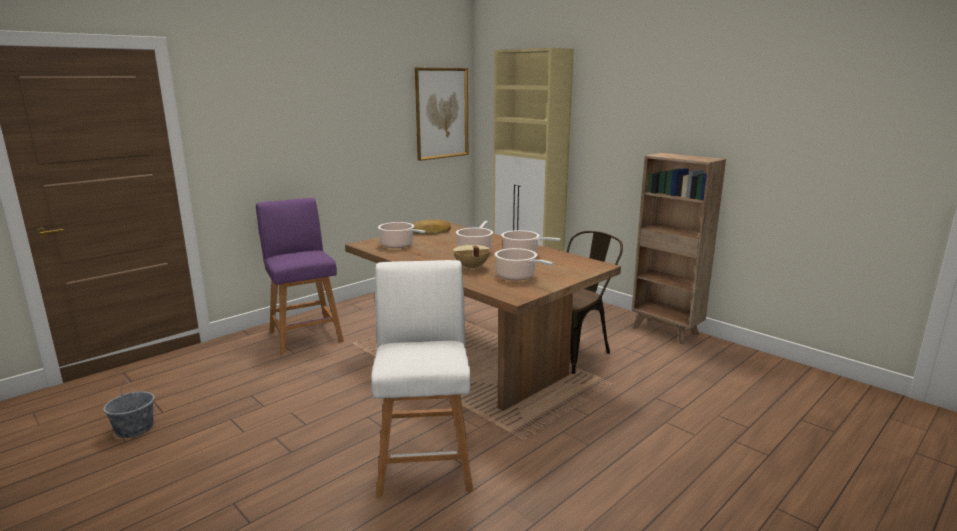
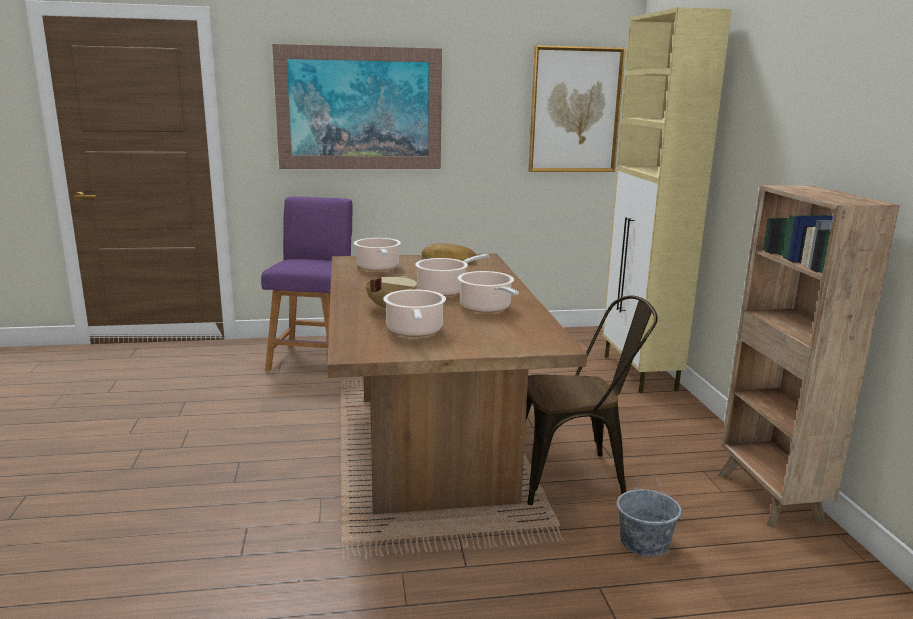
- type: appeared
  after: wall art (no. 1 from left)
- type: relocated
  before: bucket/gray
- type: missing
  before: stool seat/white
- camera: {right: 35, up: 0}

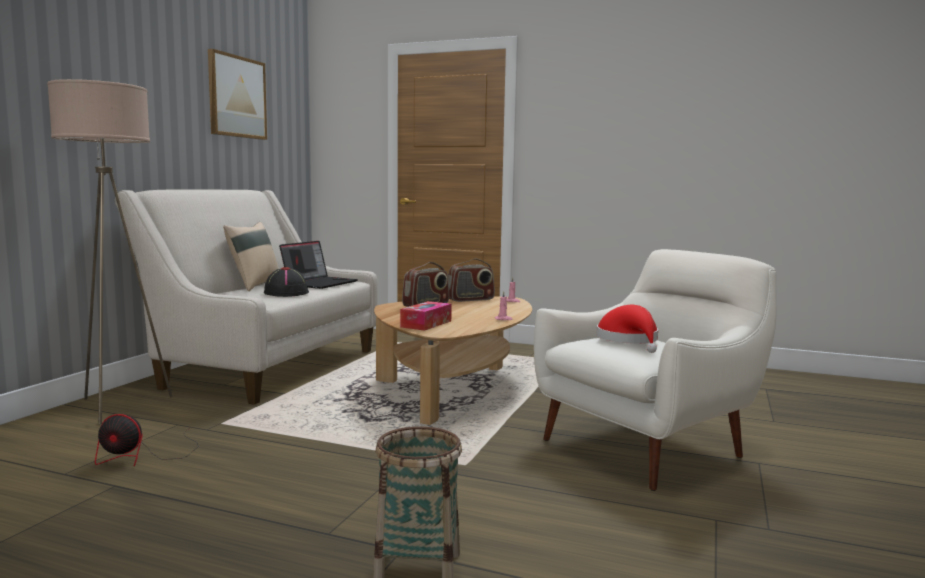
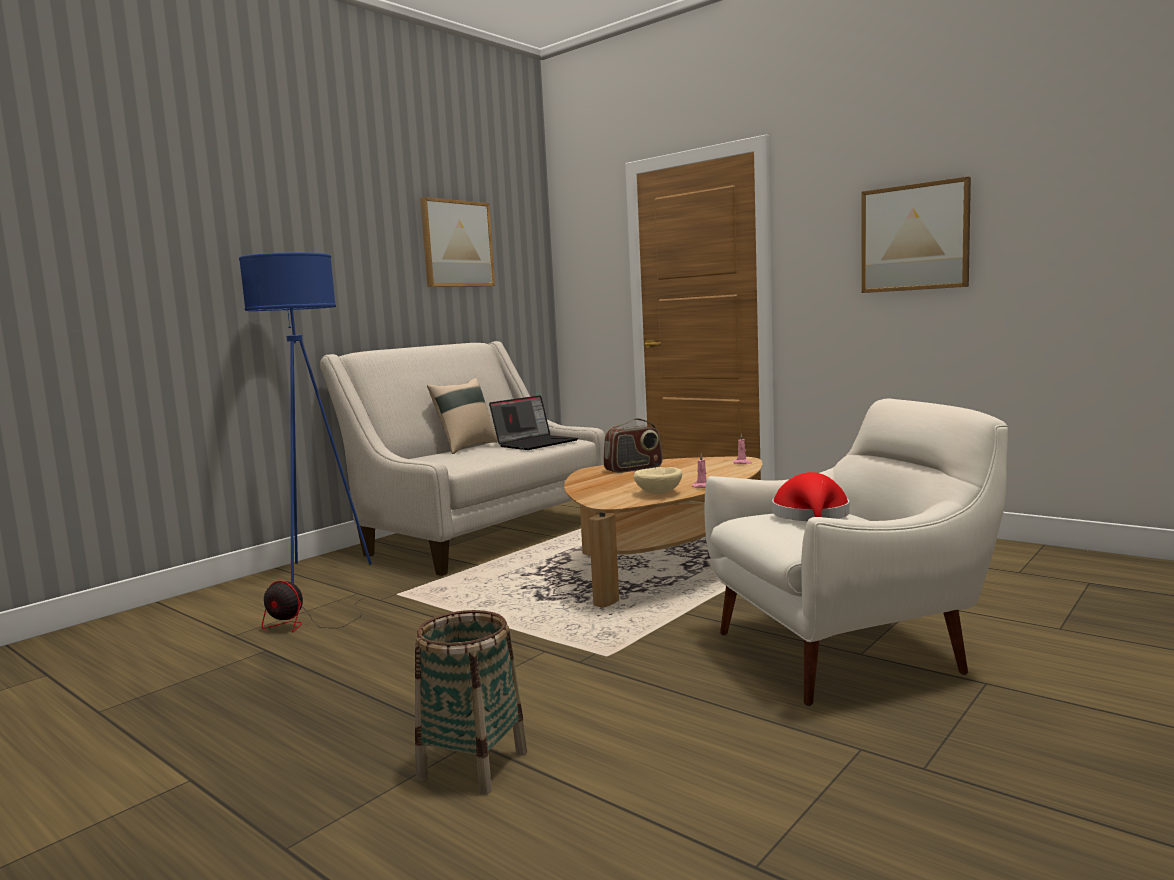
- type: colour
  before: floor lamp/beige-coloured
  after: floor lamp/blue-coloured
- type: appeared
  after: bowl/beige-coloured
- type: appeared
  after: wall art (no. 2 from left)
- type: missing
  before: wearable hat/black
- type: missing
  before: tissue box
- type: missing
  before: radio (no. 2 from left)
- camera: {right: 20, up: 0}

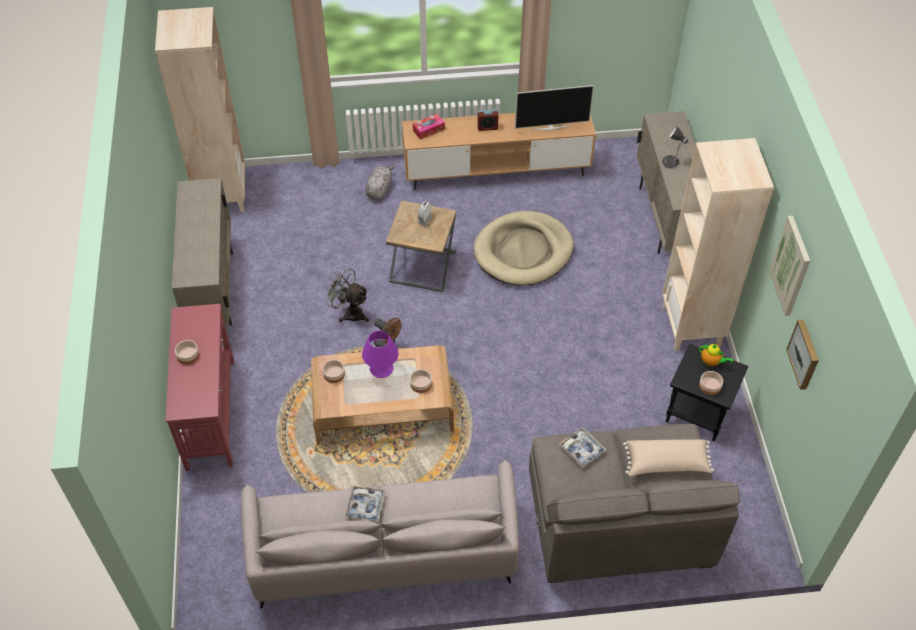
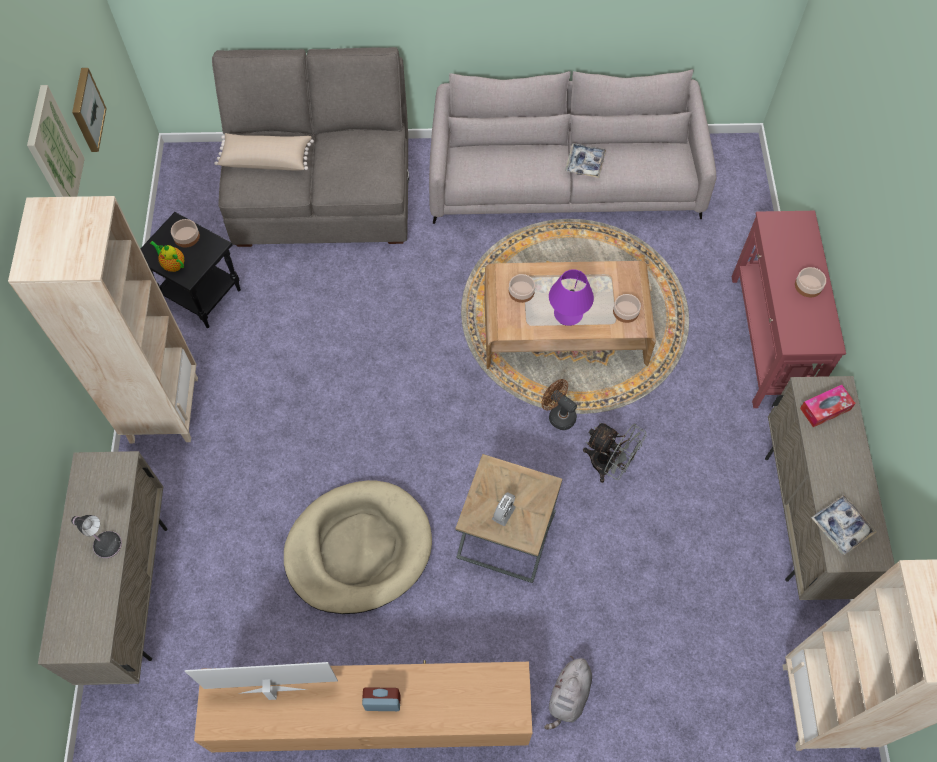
- type: relocated
  before: tissue box
- type: relocated
  before: tray (no. 2 from left)
- camera: {right: -175, up: 10}

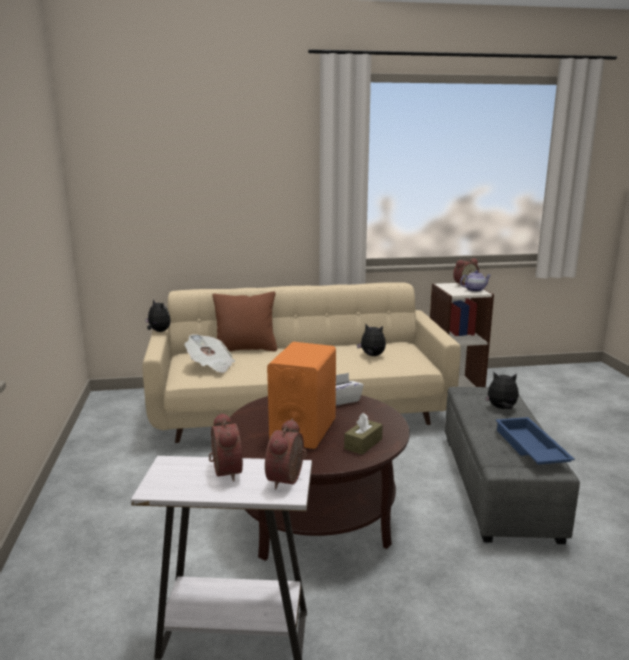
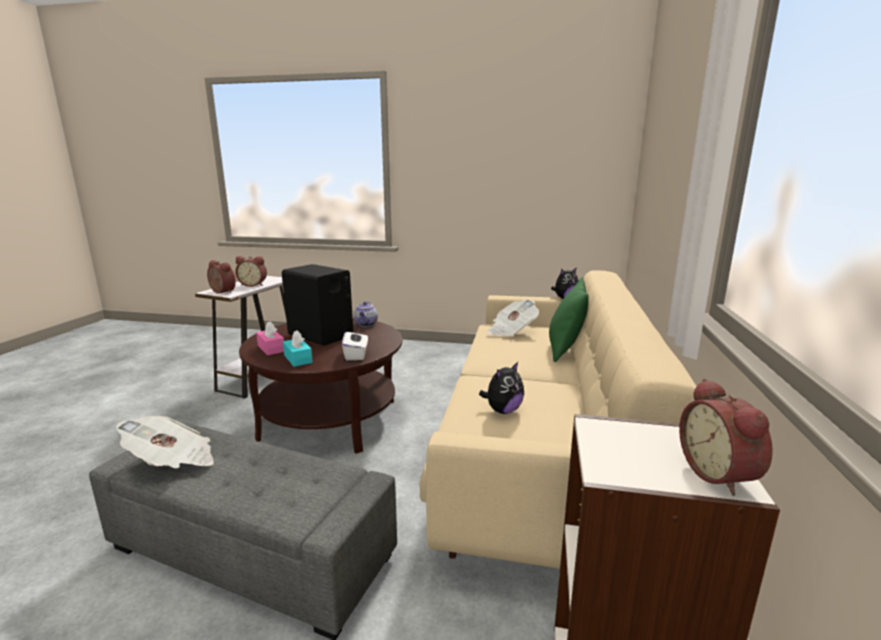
- type: exchanged
  before: tray/blue-coloured
  after: newspaper (no. 1 from left)
- type: colour
  before: tissue box/brown-coloured
  after: tissue box/pink-coloured
- type: colour
  before: speaker/orangey
  after: speaker/black
- type: appeared
  after: tissue box/turquoise-coloured
- type: relocated
  before: tea pot
- type: colour
  before: cushion/brown-coloured
  after: cushion/green
- type: missing
  before: cuddly toy (no. 3 from left)
- camera: {right: 110, up: 0}

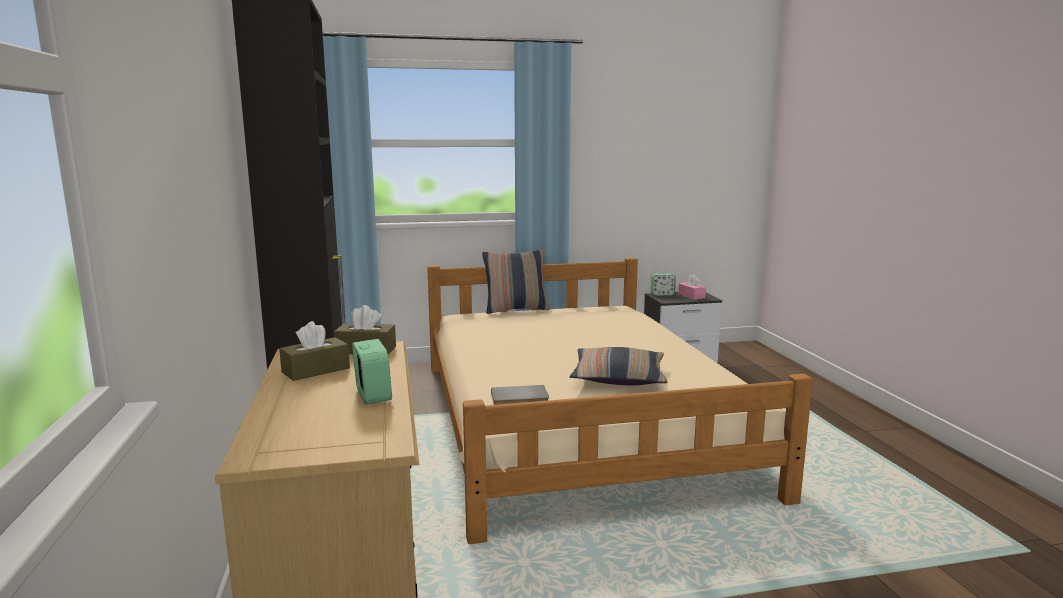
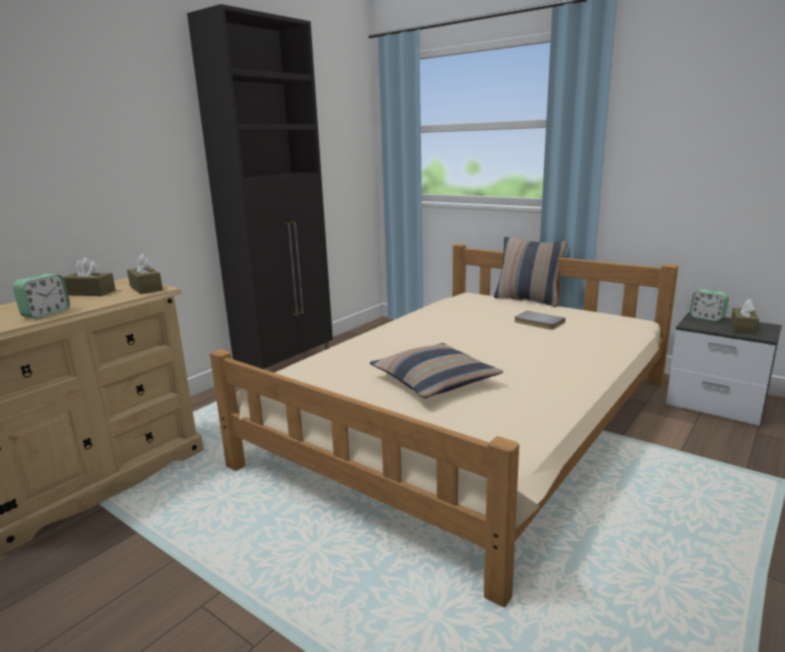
- type: relocated
  before: volume/gray
- type: colour
  before: tissue box/pink-coloured
  after: tissue box/brown-coloured (no. 3 from left)
- camera: {right: 50, up: 5}

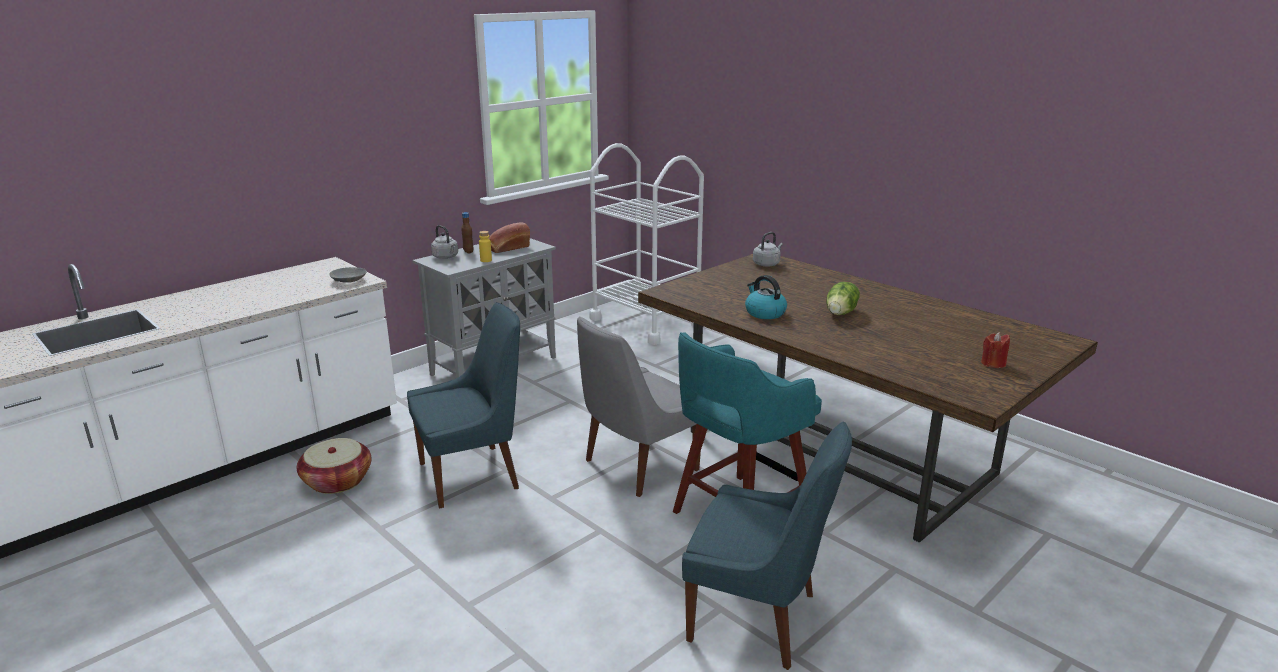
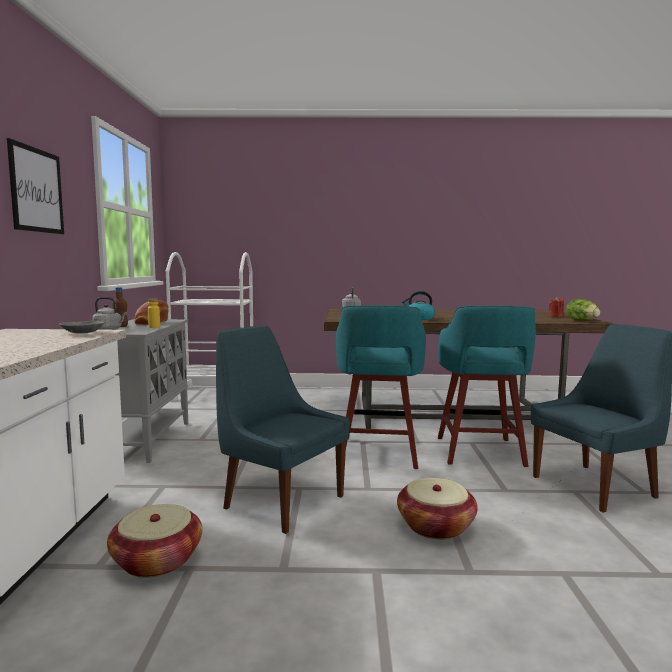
- type: appeared
  after: wall art
- type: spun
  before: chair/blue-coloured (no. 1 from left)
  turn: -75
- type: exchanged
  before: chair/gray
  after: stool seat/turquoise-coloured (no. 1 from left)
- type: appeared
  after: storage basket (no. 2 from left)
- type: relocated
  before: lettuce
- camera: {right: -45, up: -15}

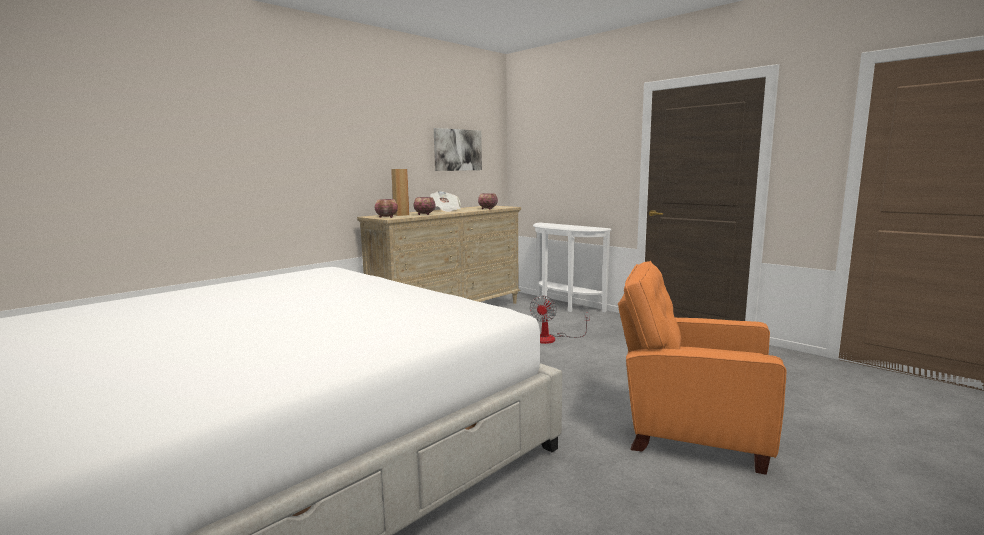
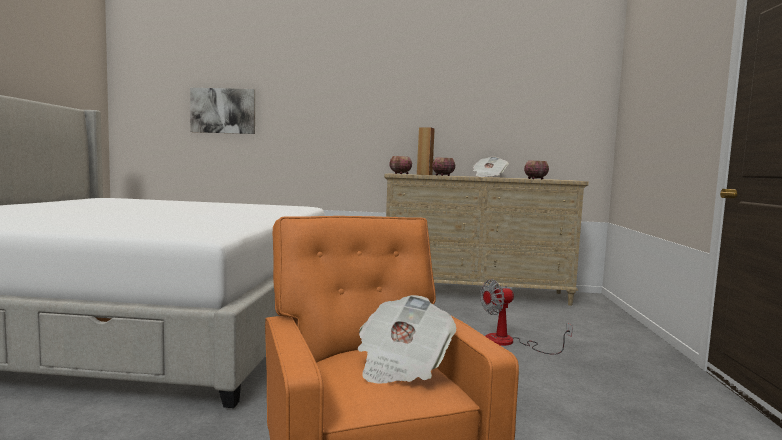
- type: relocated
  before: wall art
- type: appeared
  after: newspaper (no. 1 from left)
- type: missing
  before: narrow table/white
- camera: {right: 50, up: -5}

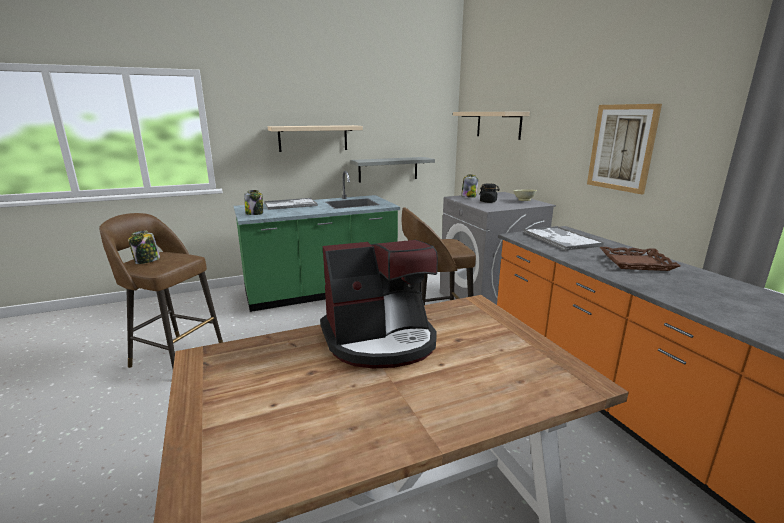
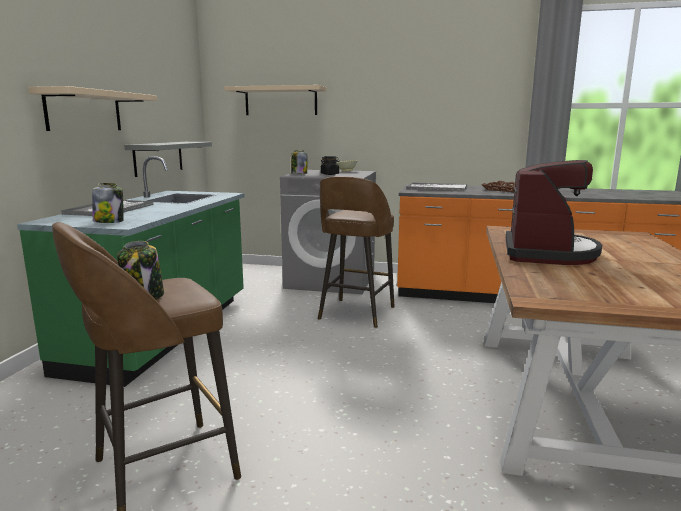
- type: missing
  before: wall art
- camera: {right: -55, up: -5}

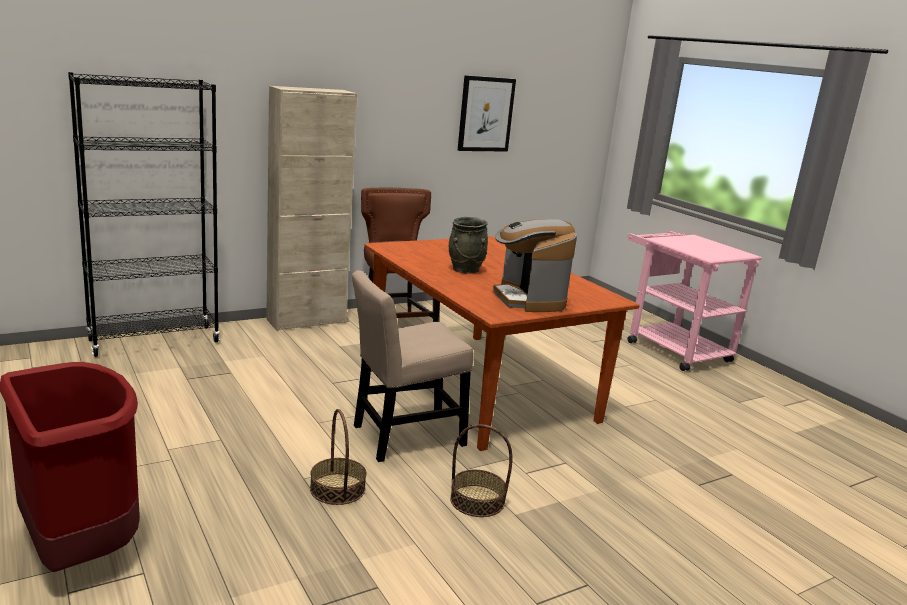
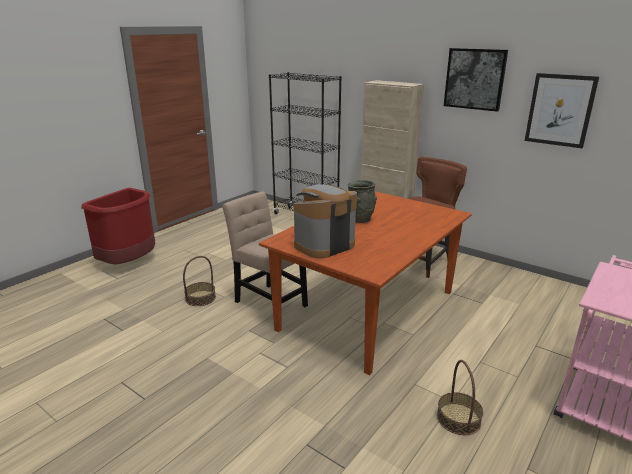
- type: relocated
  before: storage basket (no. 2 from left)
- type: appeared
  after: wall art (no. 1 from left)
- camera: {right: 70, up: 5}

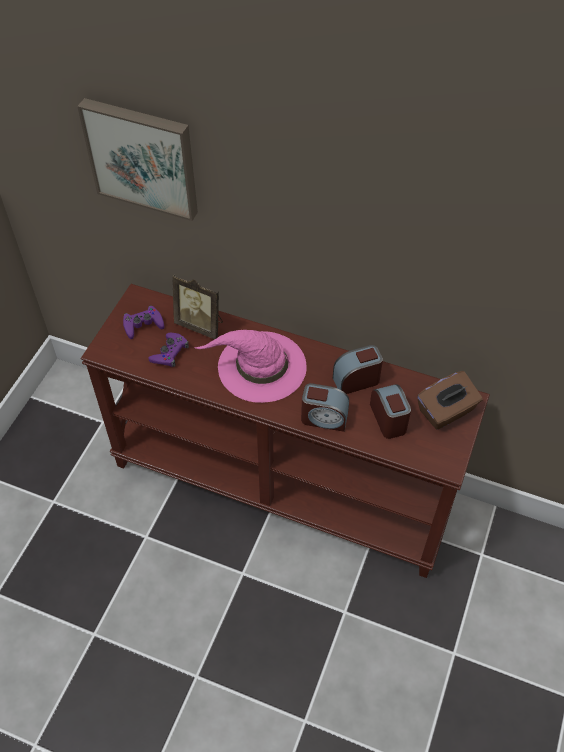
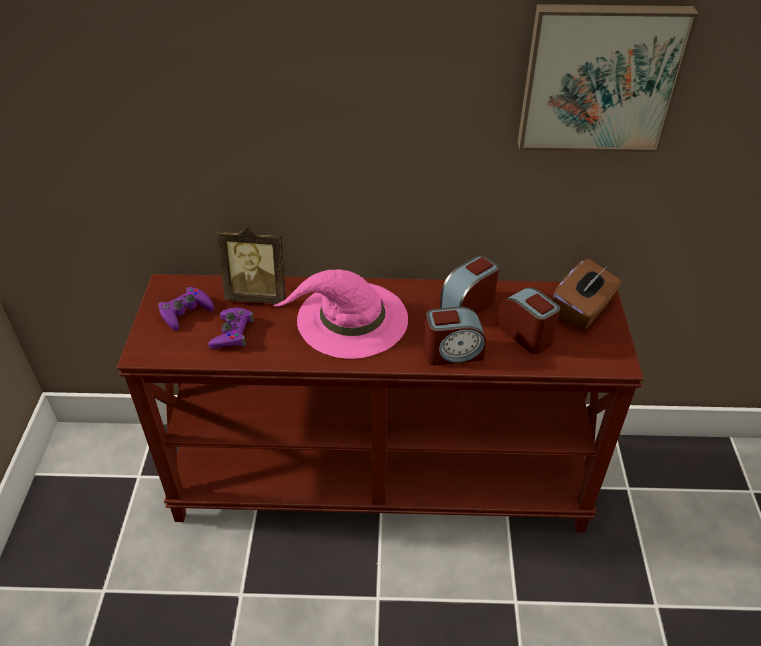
- type: relocated
  before: wall art
- camera: {right: -20, up: -10}

